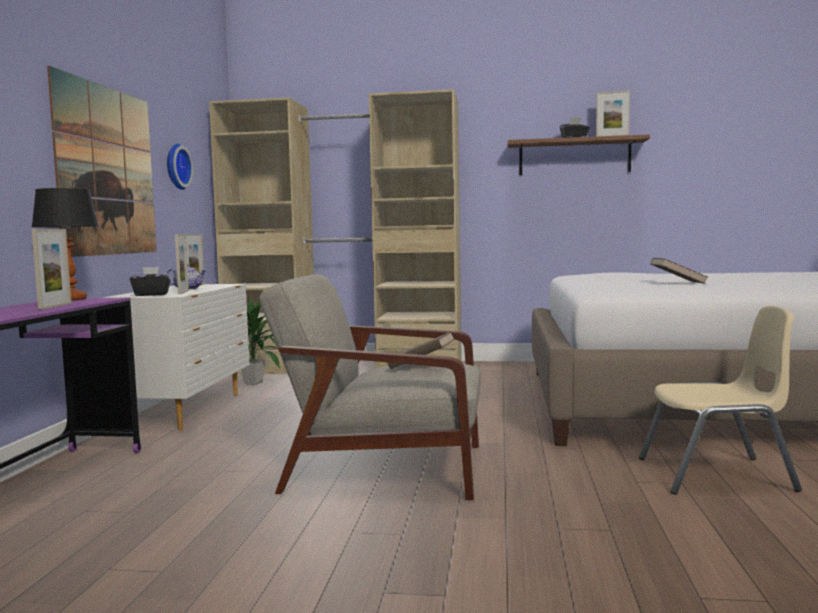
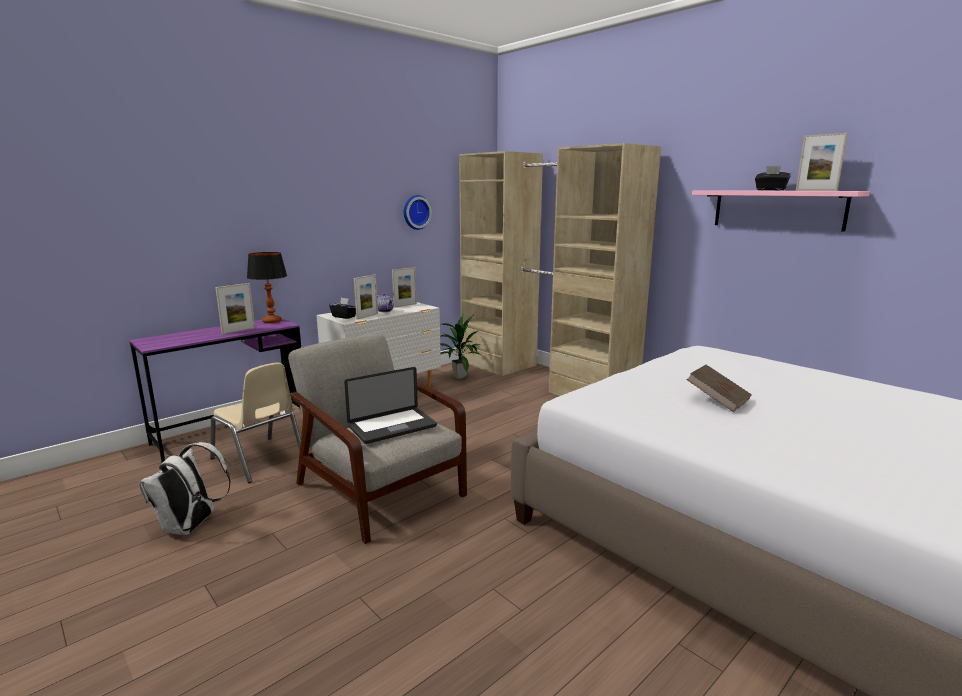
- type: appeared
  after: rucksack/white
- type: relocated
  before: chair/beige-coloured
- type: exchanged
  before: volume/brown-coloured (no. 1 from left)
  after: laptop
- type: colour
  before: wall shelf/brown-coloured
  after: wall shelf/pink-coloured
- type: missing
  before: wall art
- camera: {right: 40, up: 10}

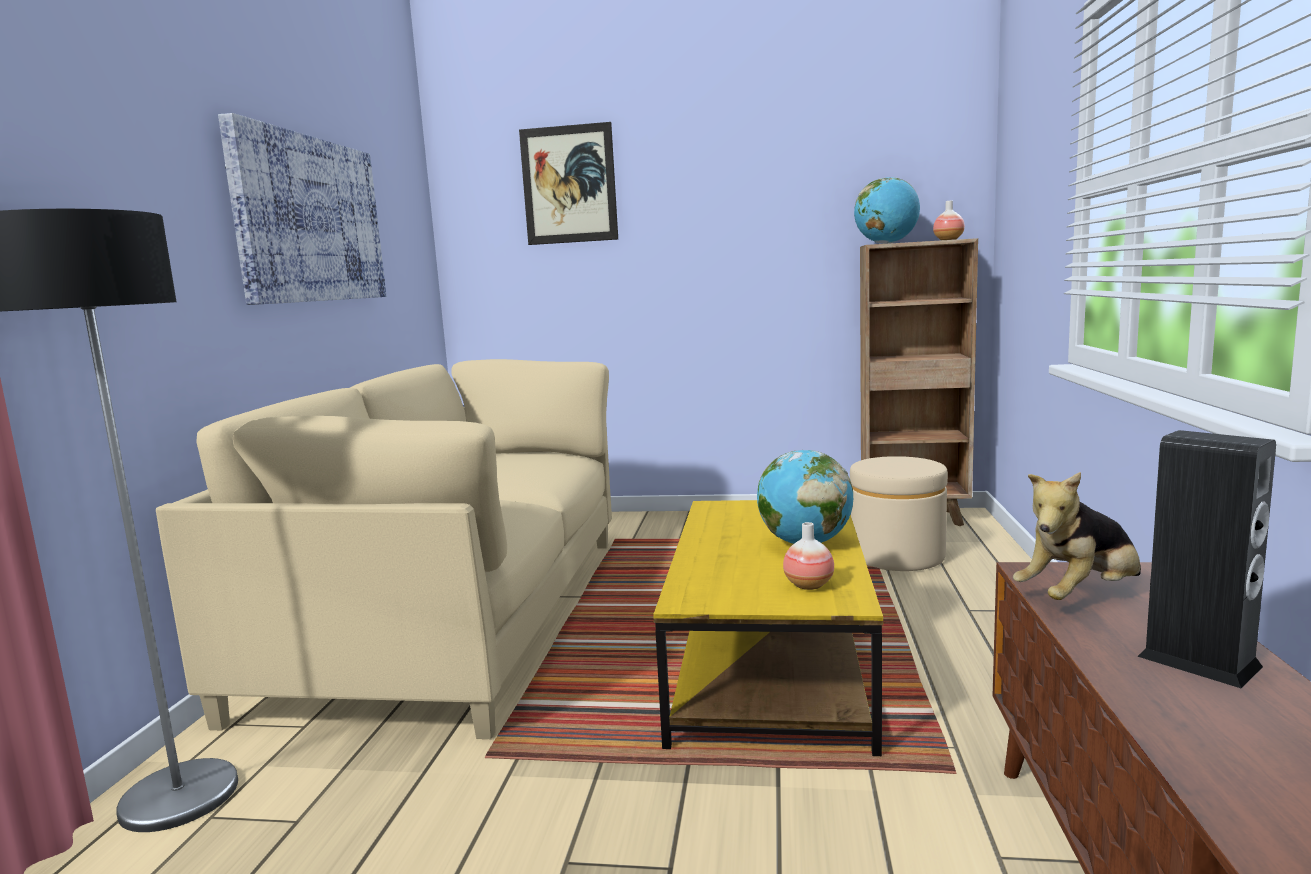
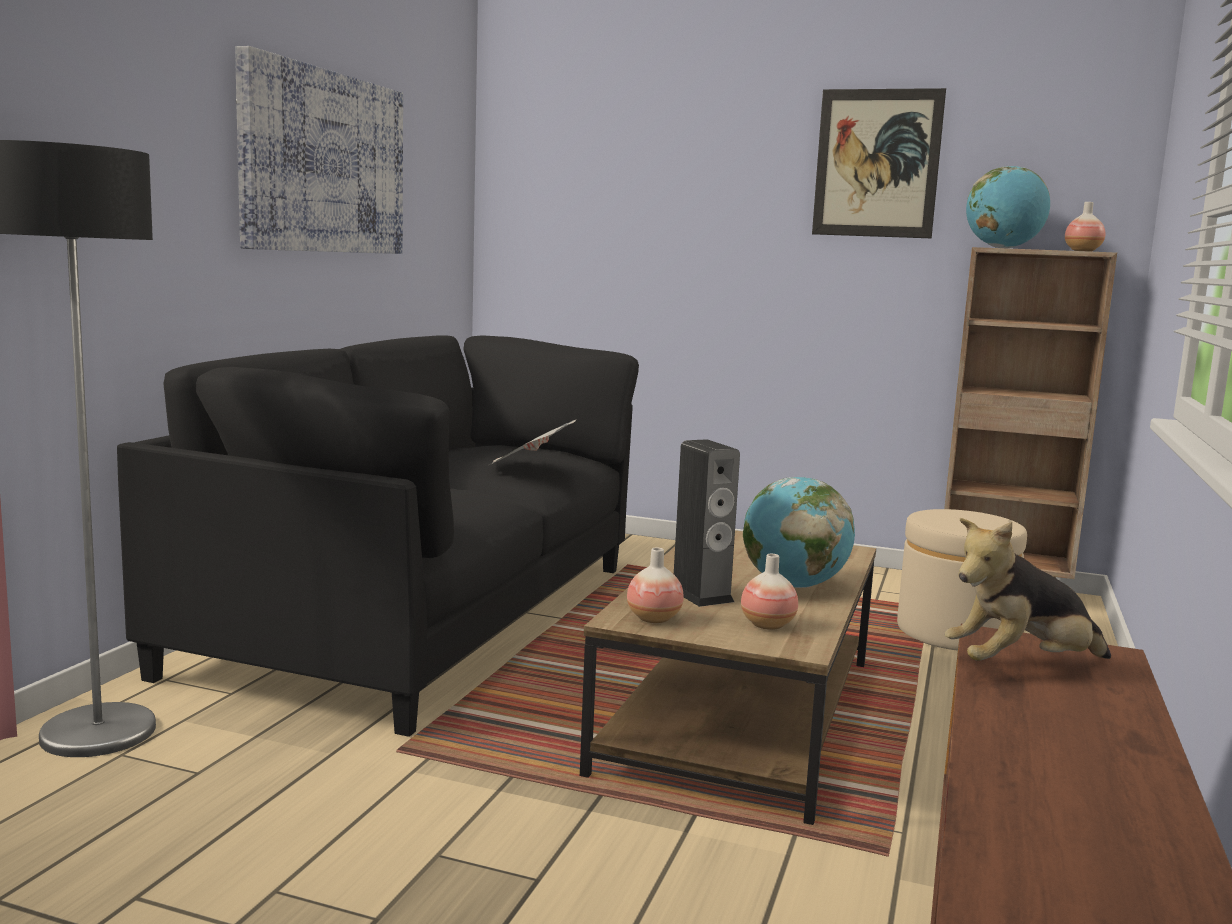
- type: colour
  before: settee/beige-coloured
  after: settee/black
- type: appeared
  after: newspaper
- type: colour
  before: lounge table/yellow
  after: lounge table/brown-coloured
- type: appeared
  after: flower vase (no. 1 from left)
- type: relocated
  before: speaker
- type: relocated
  before: wall art (no. 2 from left)
- camera: {right: 10, up: 0}

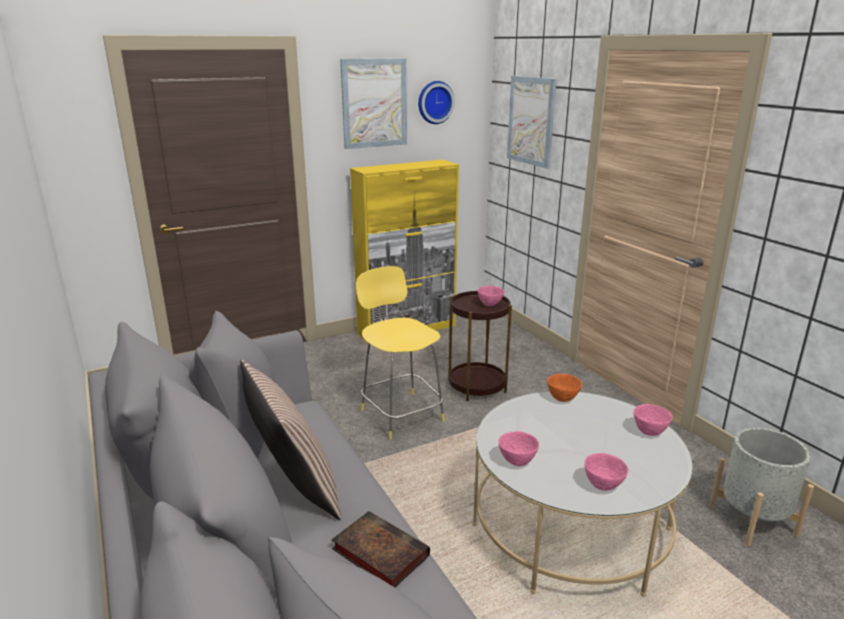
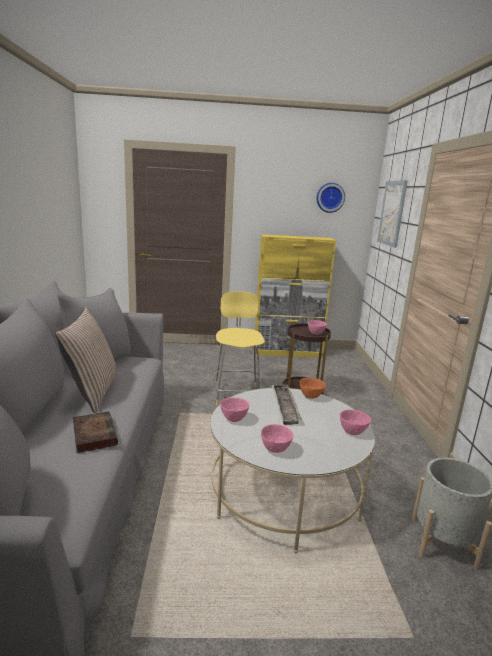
- type: appeared
  after: tray
- type: missing
  before: wall art (no. 1 from left)
- camera: {right: 25, up: -5}

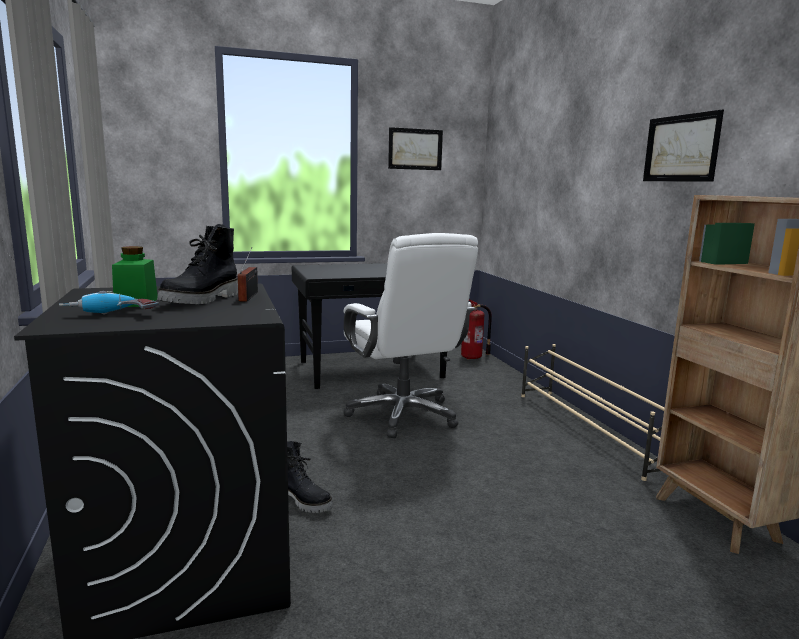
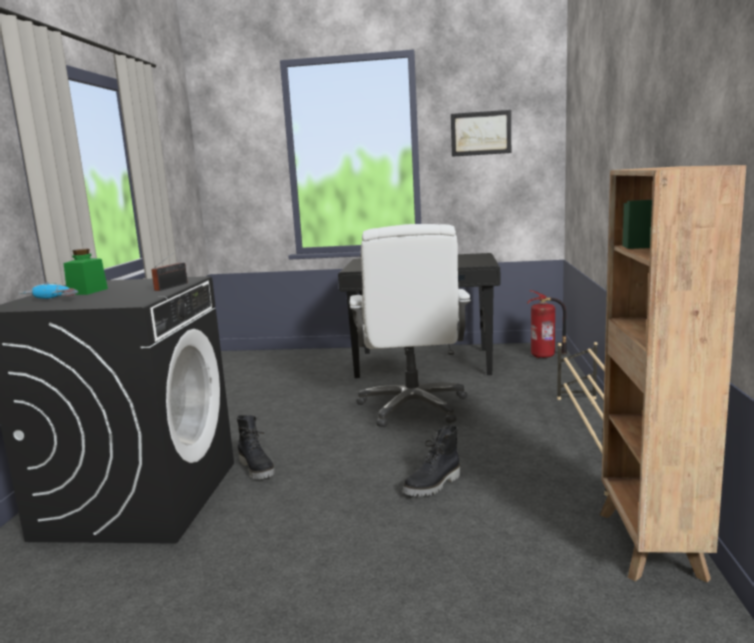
- type: relocated
  before: tall boot/black (no. 1 from left in the first image)
  after: tall boot/black (no. 2 from left)
- type: missing
  before: wall art (no. 2 from left)
- camera: {right: 25, up: 0}

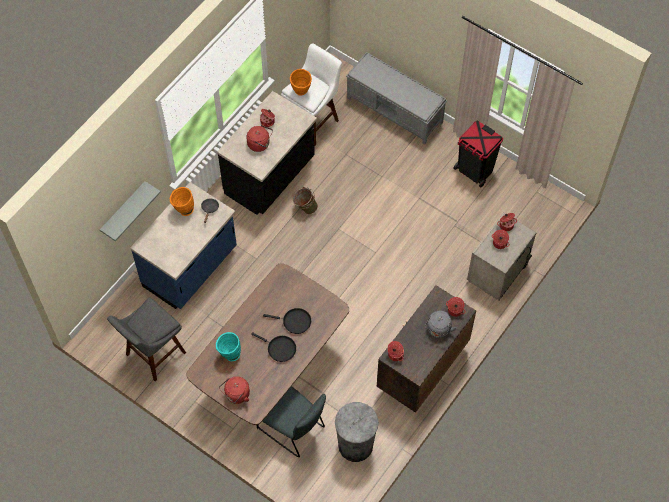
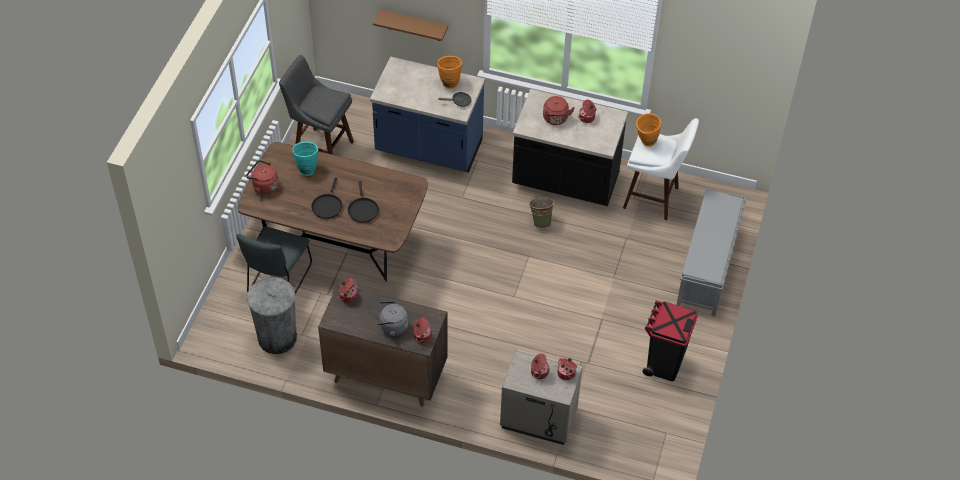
- type: colour
  before: wall shelf/gray
  after: wall shelf/brown-coloured
- camera: {right: 70, up: -10}

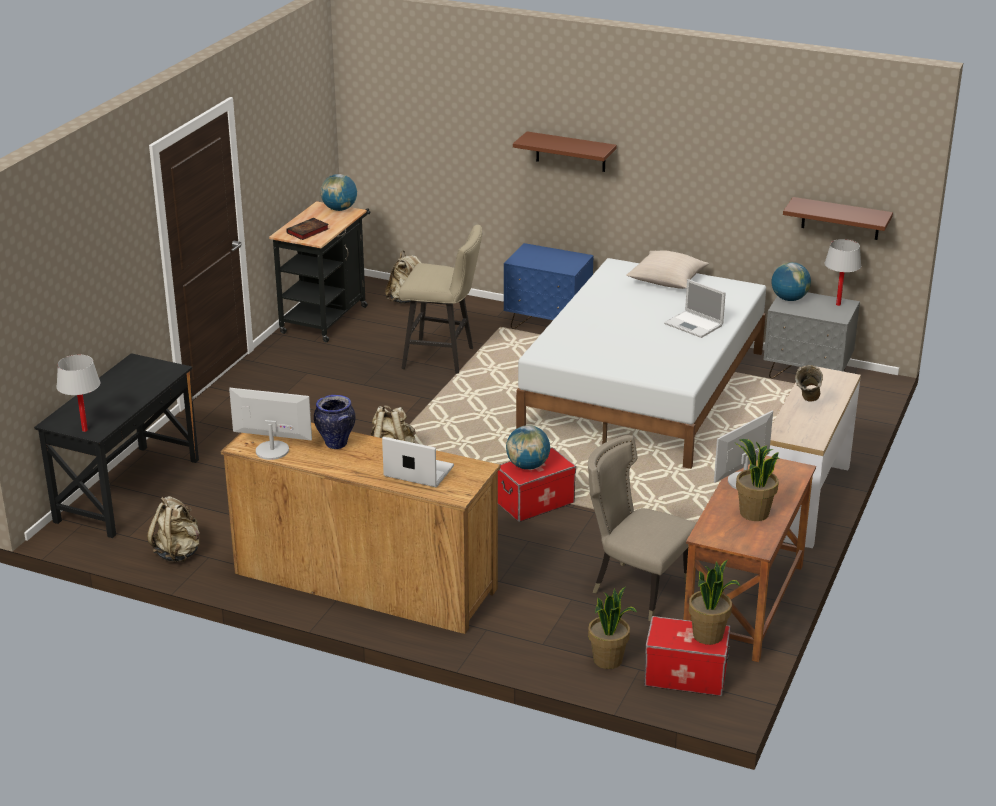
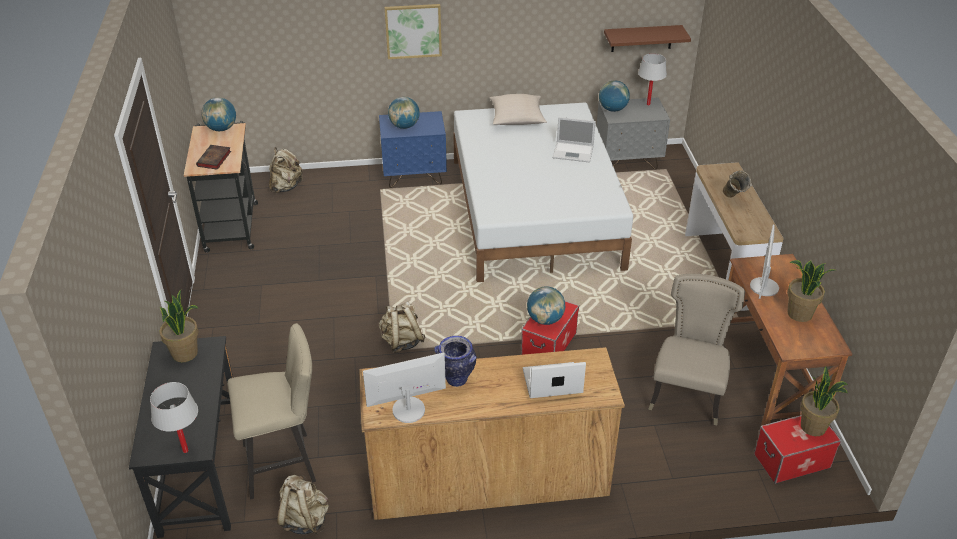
- type: relocated
  before: plant in a pot (no. 1 from left)
- type: relocated
  before: stool seat/beige-coloured
- type: exchanged
  before: wall shelf/brown-coloured (no. 1 from left)
  after: wall art
- type: appeared
  after: world globe (no. 2 from left)
- type: spun
  before: chair/beige-coloured
  turn: 105
- camera: {right: -30, up: 10}

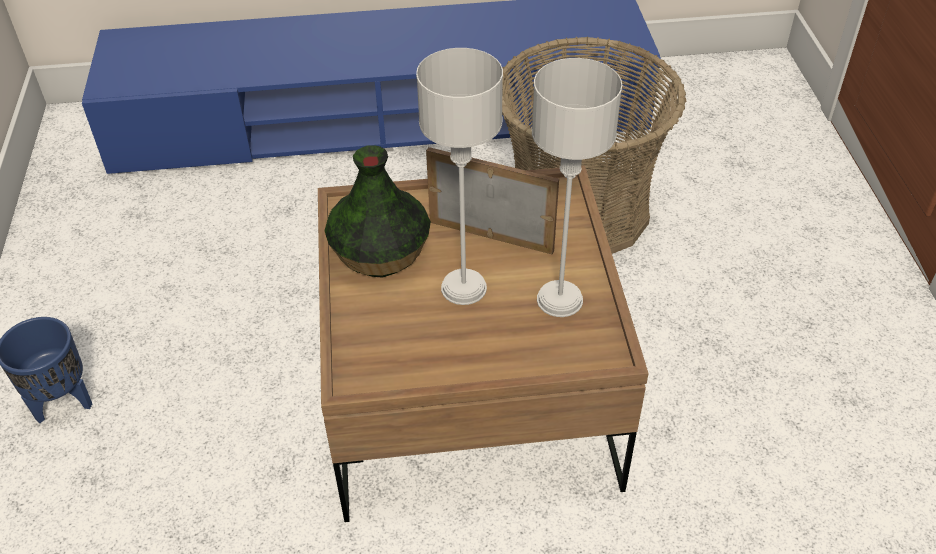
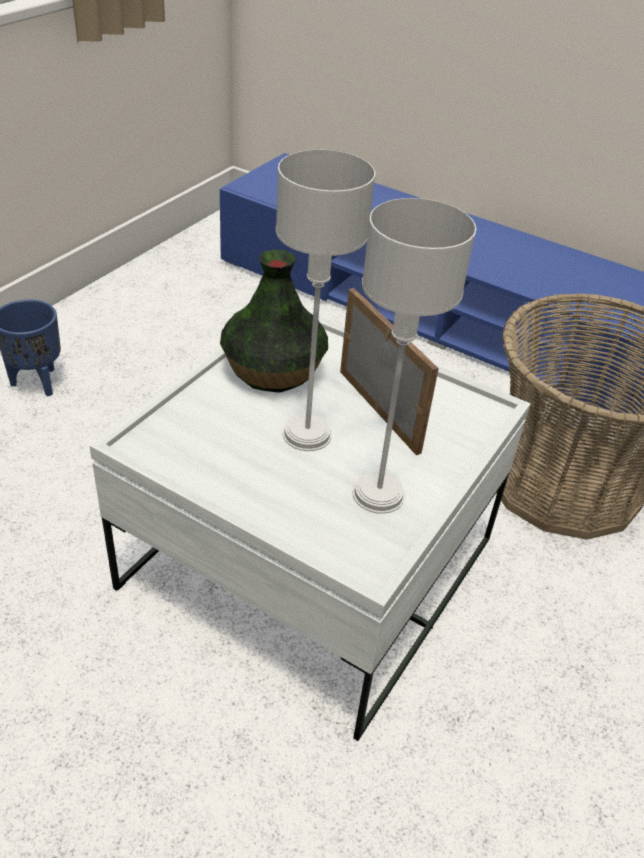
- type: colour
  before: lounge table/brown-coloured
  after: lounge table/white
- camera: {right: 35, up: -5}

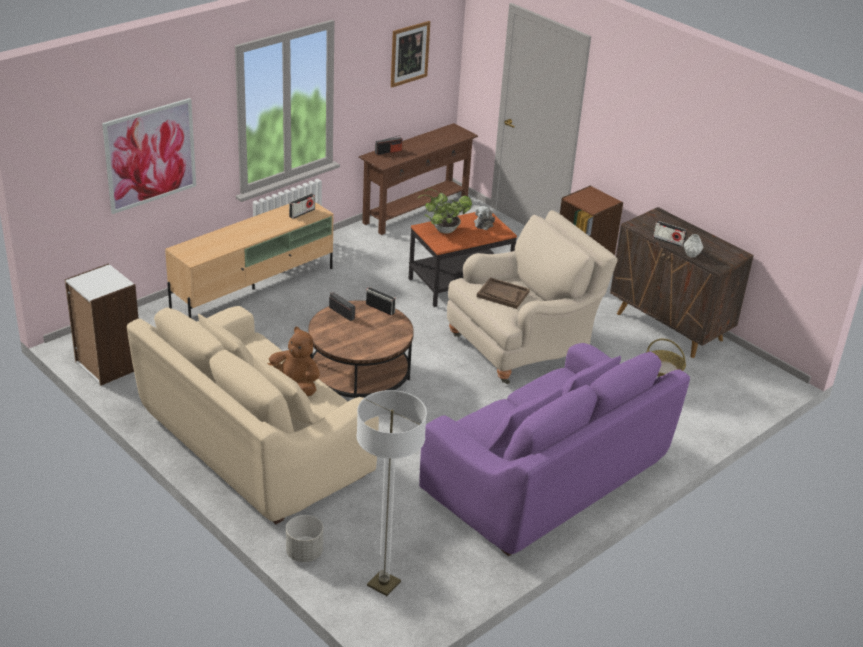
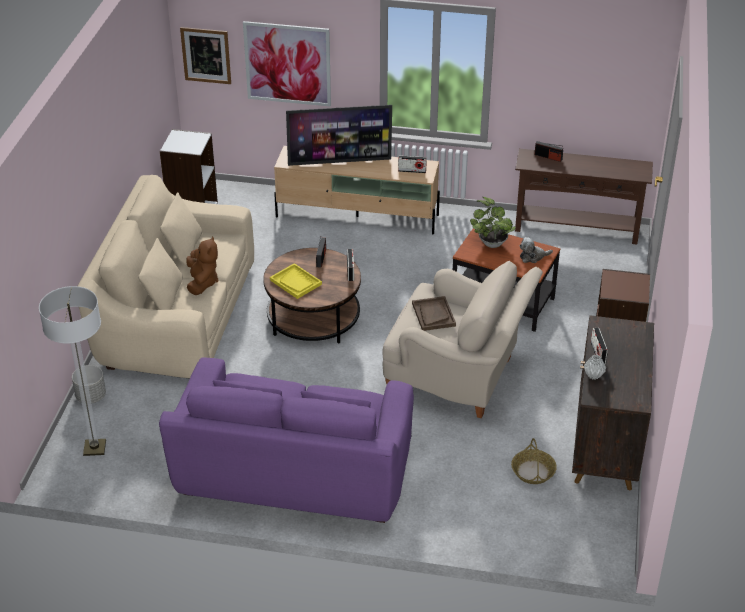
- type: relocated
  before: wall art (no. 2 from left in the first image)
  after: wall art (no. 1 from left)
- type: appeared
  after: tray/yellow
- type: appeared
  after: television
- camera: {right: 55, up: 5}

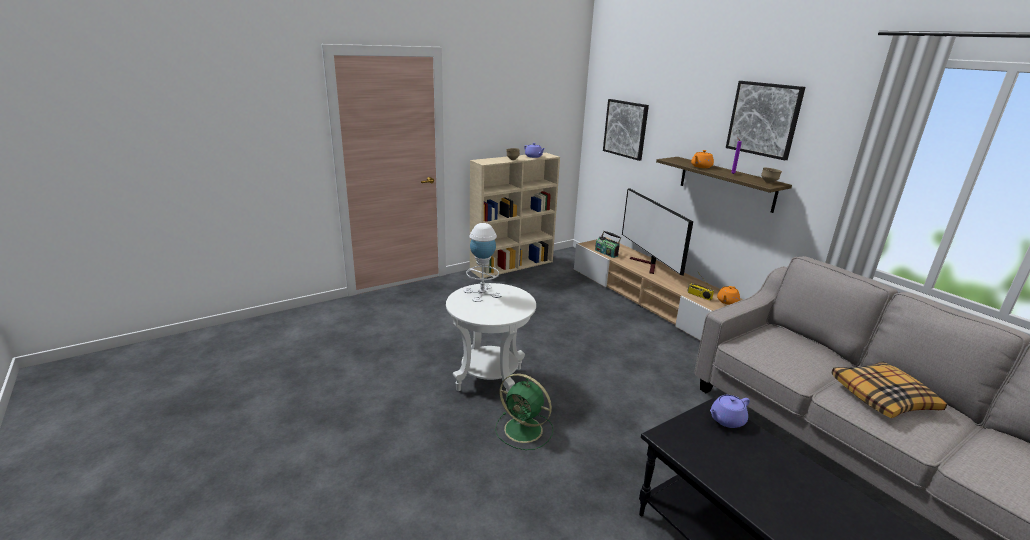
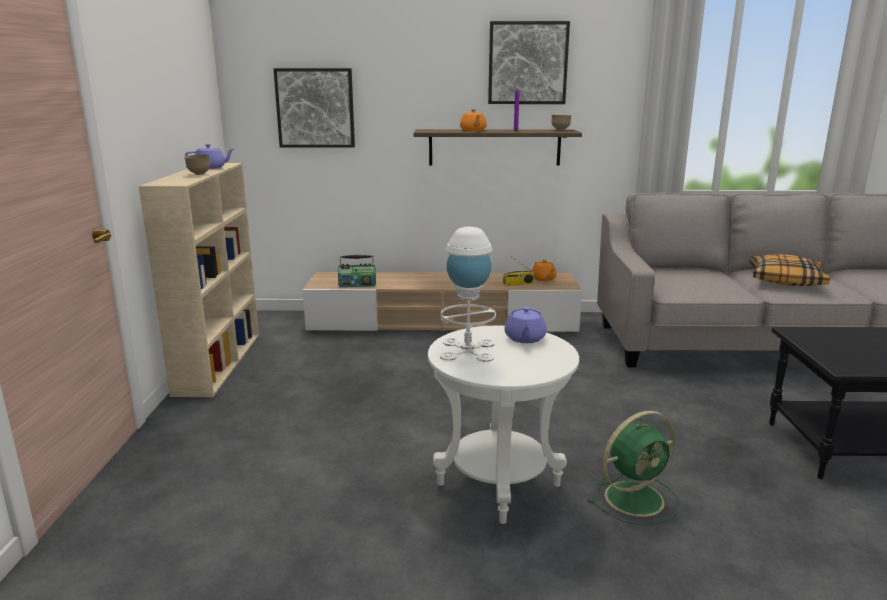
- type: relocated
  before: tea pot/purple (no. 2 from left)
- type: missing
  before: television
- camera: {right: -55, up: -5}

